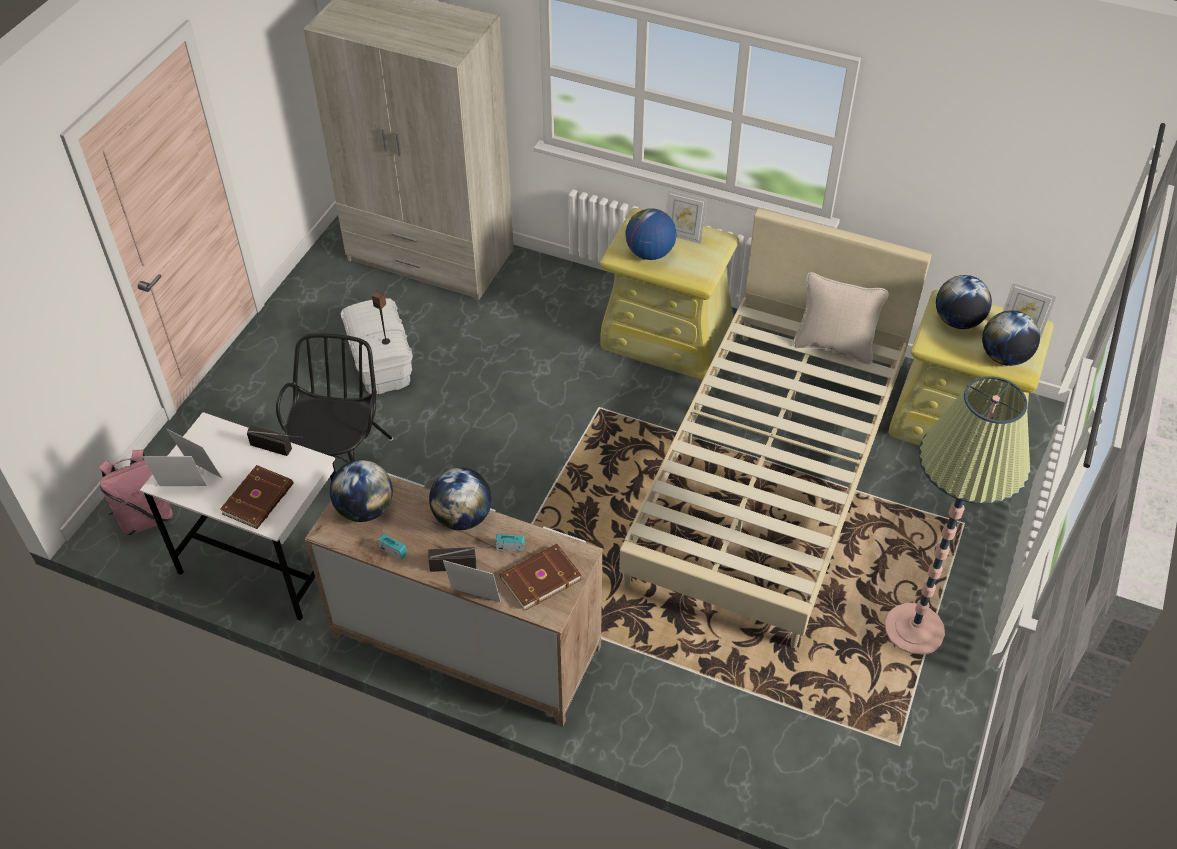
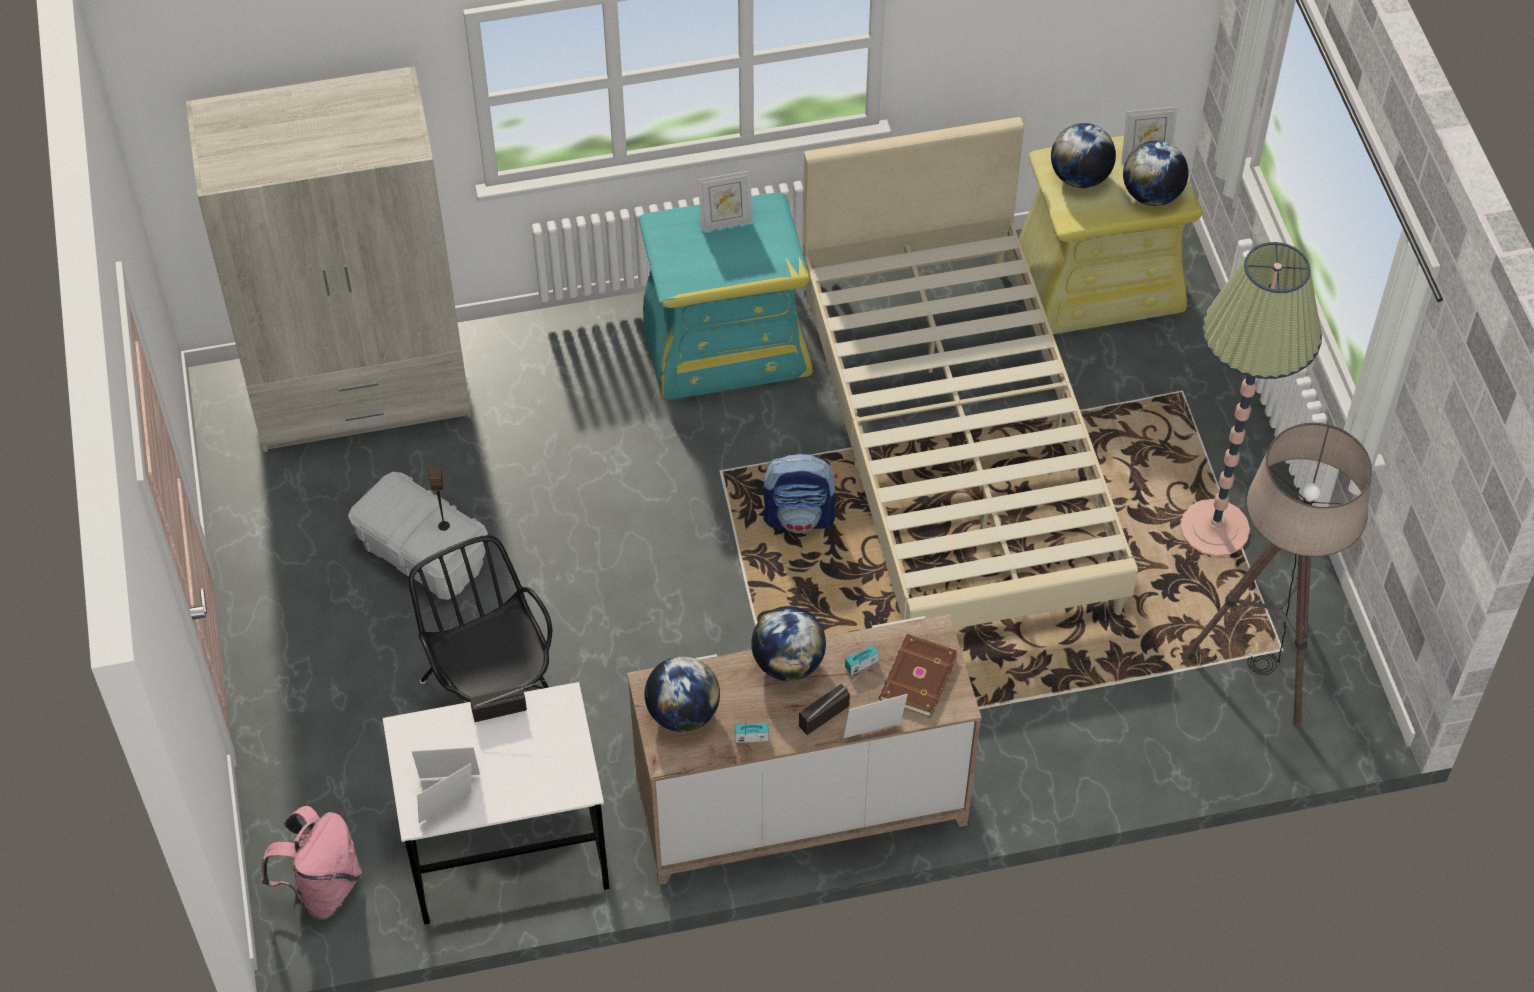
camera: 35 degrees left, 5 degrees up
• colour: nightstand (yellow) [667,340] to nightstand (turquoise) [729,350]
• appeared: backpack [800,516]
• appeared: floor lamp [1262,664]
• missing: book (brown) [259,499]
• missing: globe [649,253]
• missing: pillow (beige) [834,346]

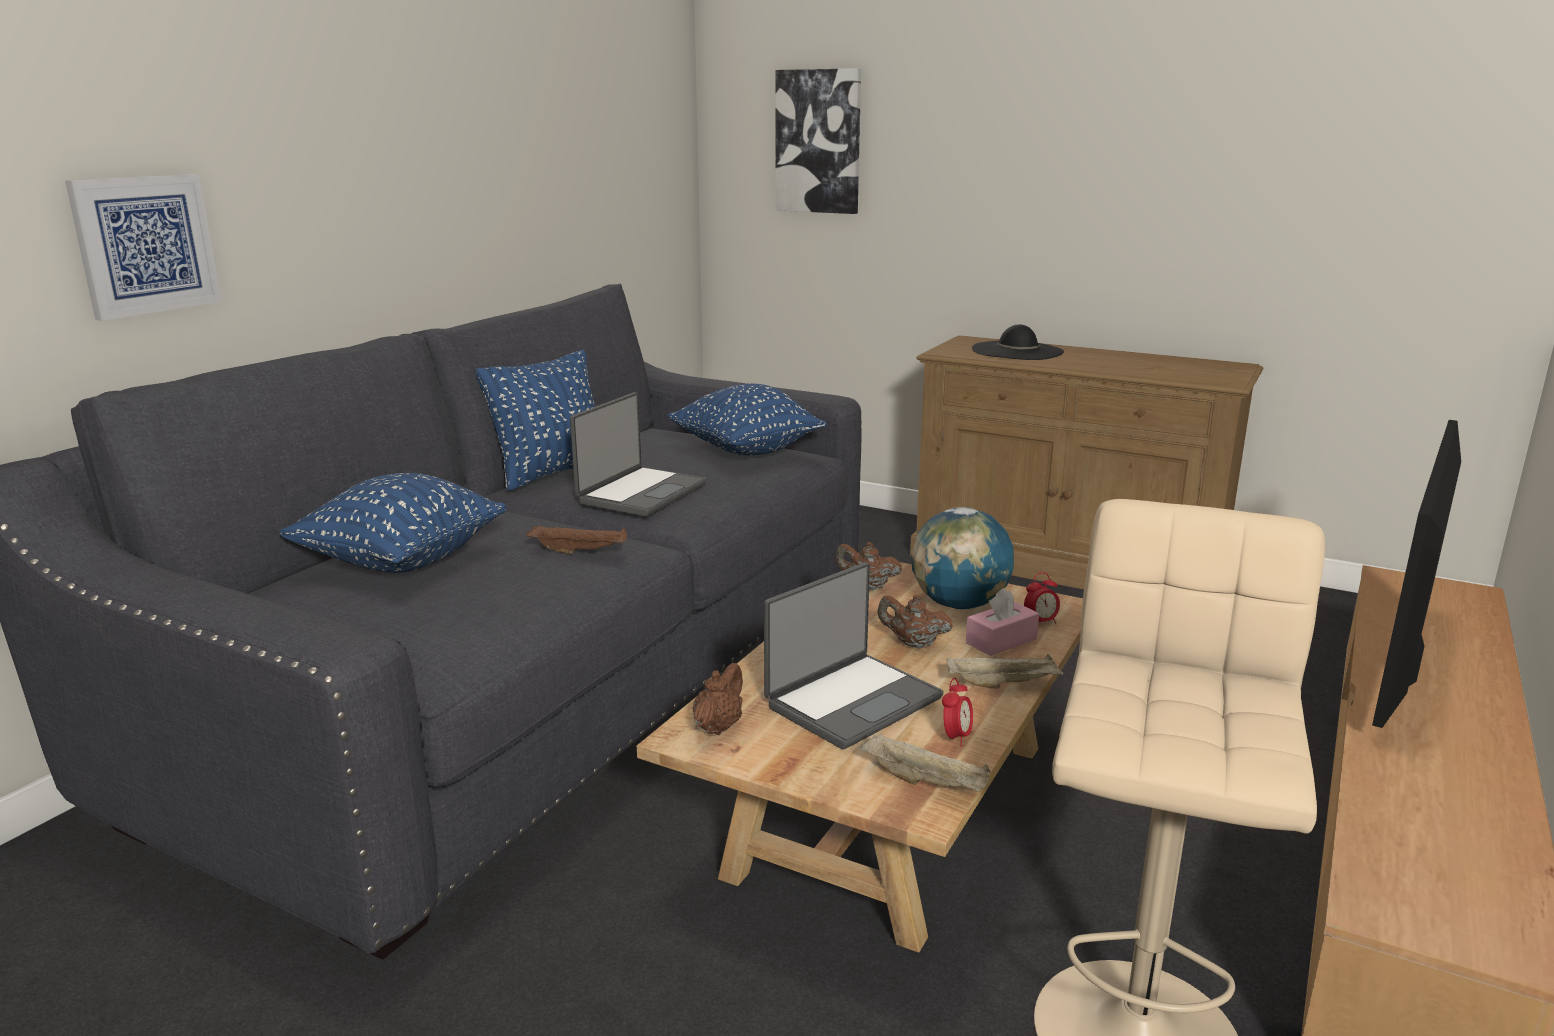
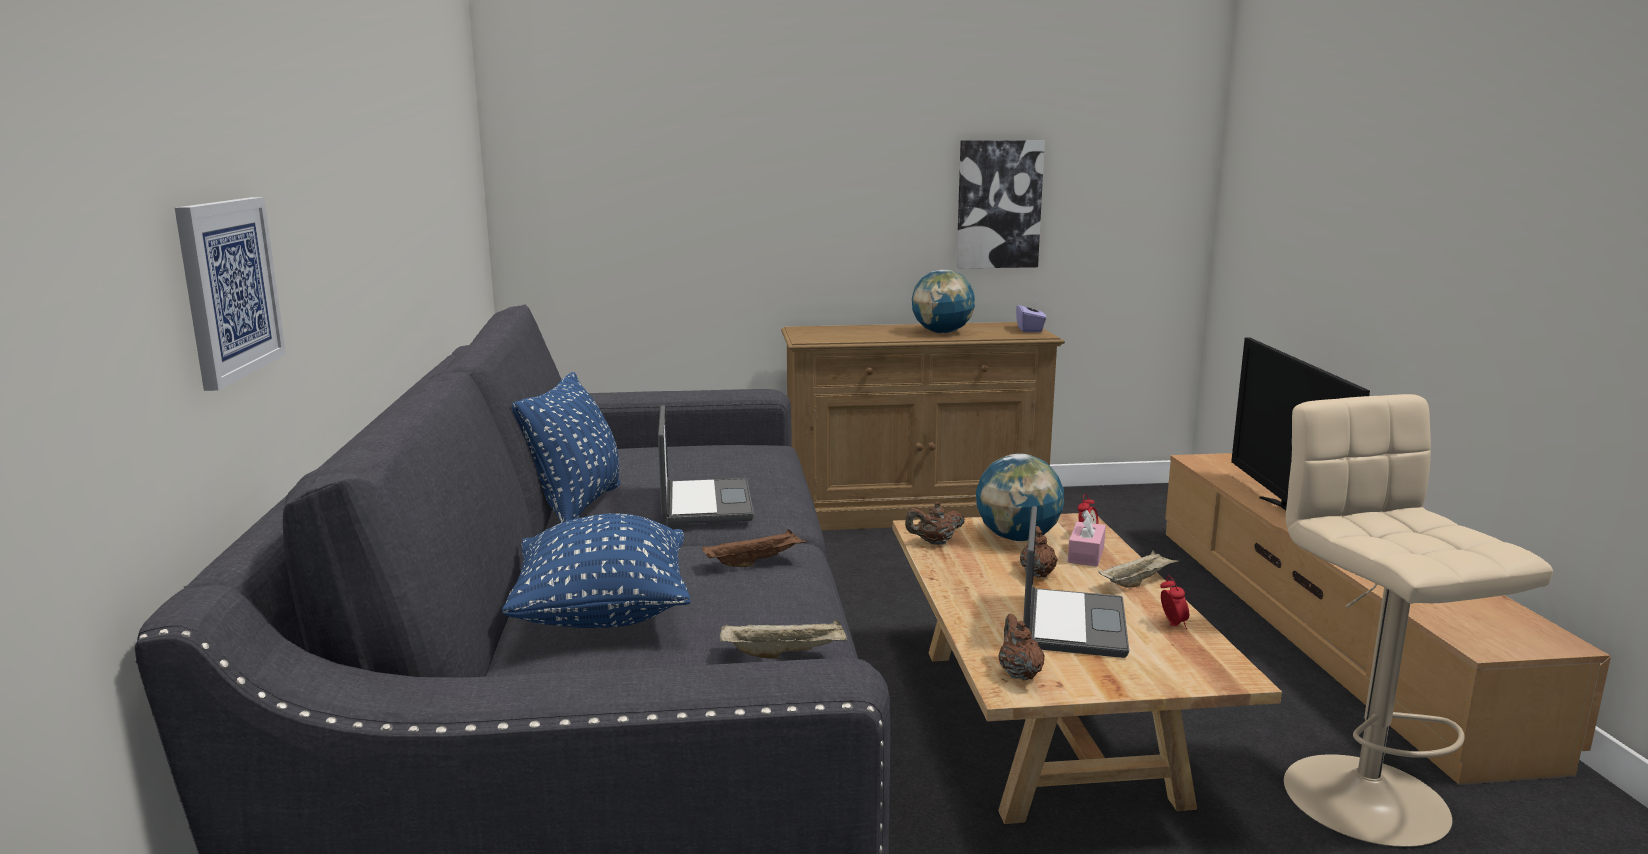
camera: 35 degrees left, 5 degrees down
• relocated: tray (beige) [926,782] to [785,654]
• appeared: globe [942,332]
• relocated: picture [818,142] to [998,204]
• appeared: tissue box (purple) [1030,329]
• spun: teapot (brown) [913,643] = [1037,573] 105 degrees clockwise
• missing: pillow (blue) [746,452]
• missing: hat (black) [1017,351]

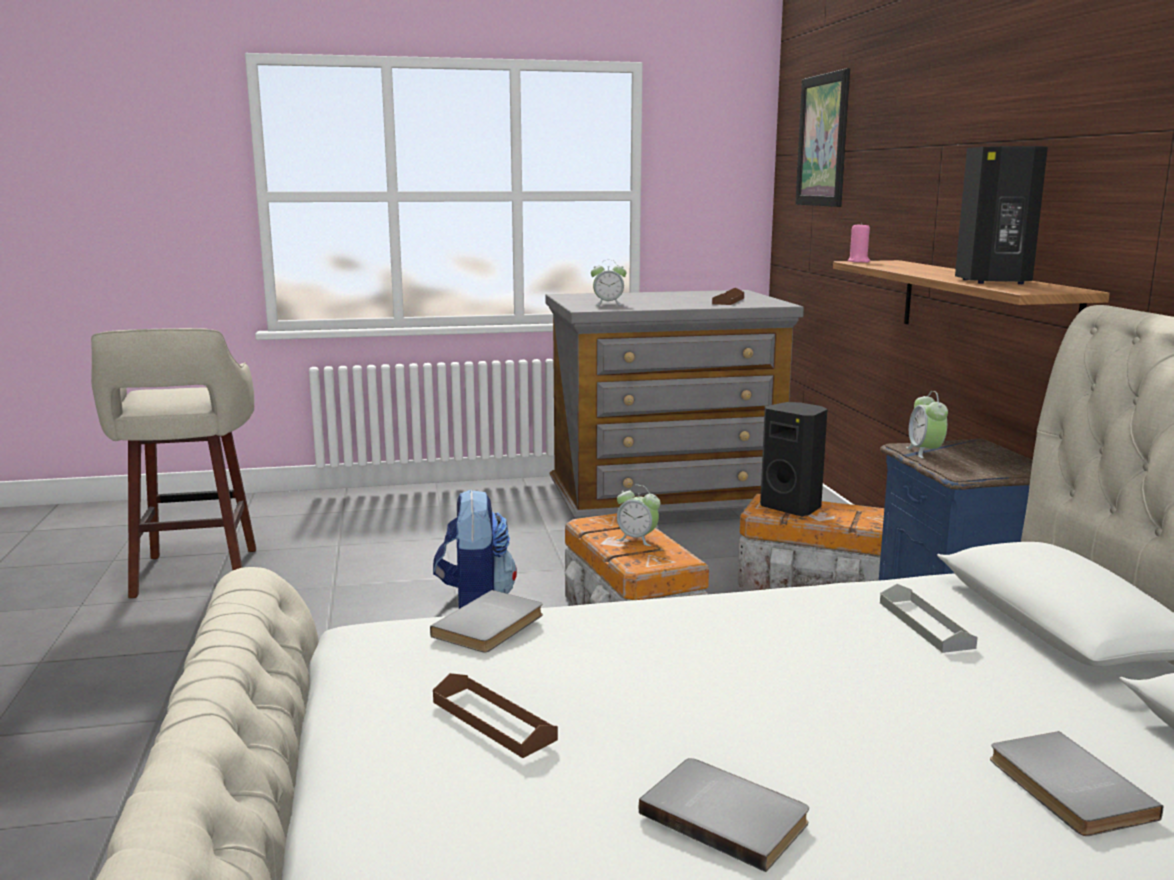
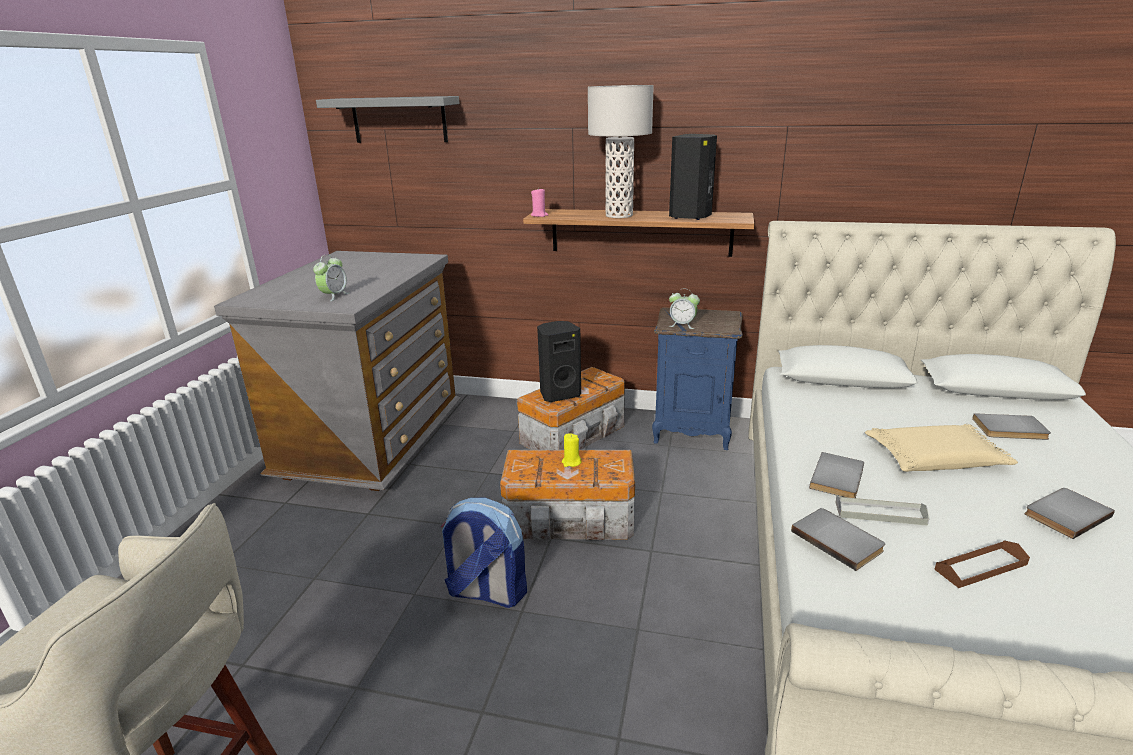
camera: 65 degrees left, 10 degrees up
• exchanged: picture [822,140] to shelf (grey) [399,120]
• exchanged: alarm clock [637,539] to candle (yellow) [571,462]
• appeared: table lamp (white) [619,215]
• appeared: book (grey) [839,478]
• relocated: tray (grey) [925,624] to [880,513]
• appeared: pillow (beige) [936,455]
• missing: tray (brown) [728,301]

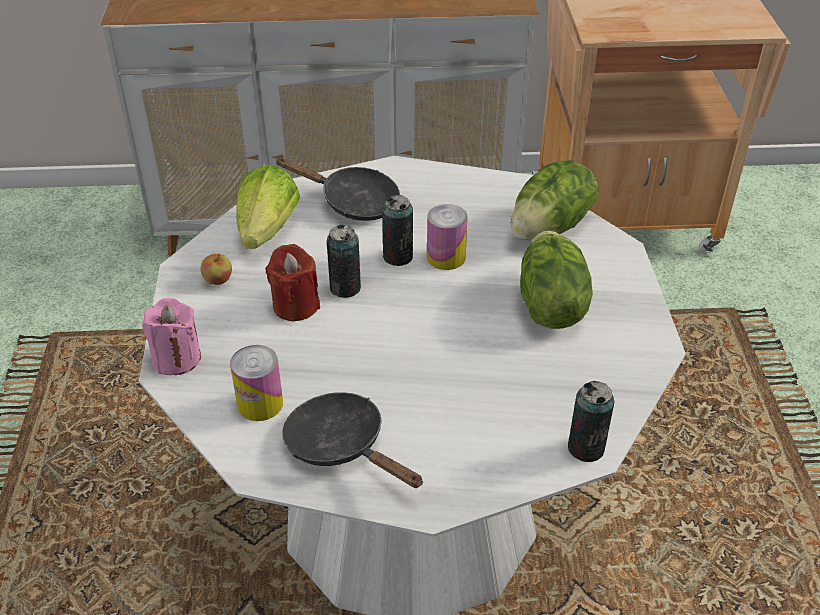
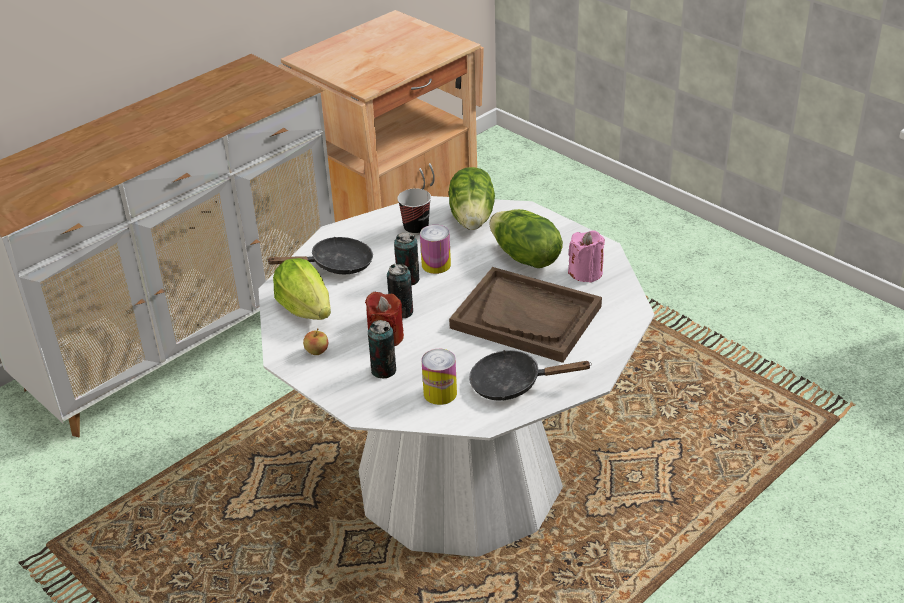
camera: 40 degrees left, 5 degrees down
• relocated: can [586,448] to [383,370]
• appeared: cup [416,228]
• appeared: tray (brown) [526,317]
• relocated: candle (pink) [176,358] to [586,273]

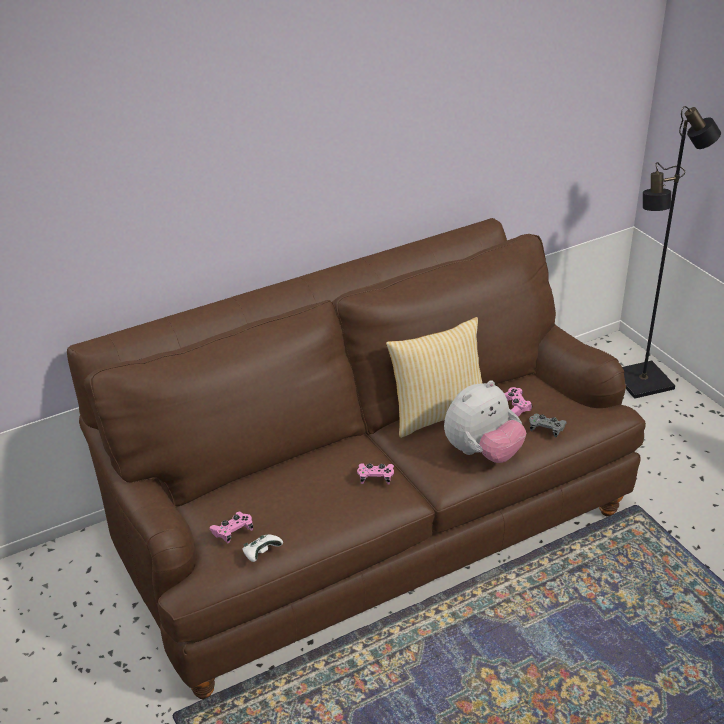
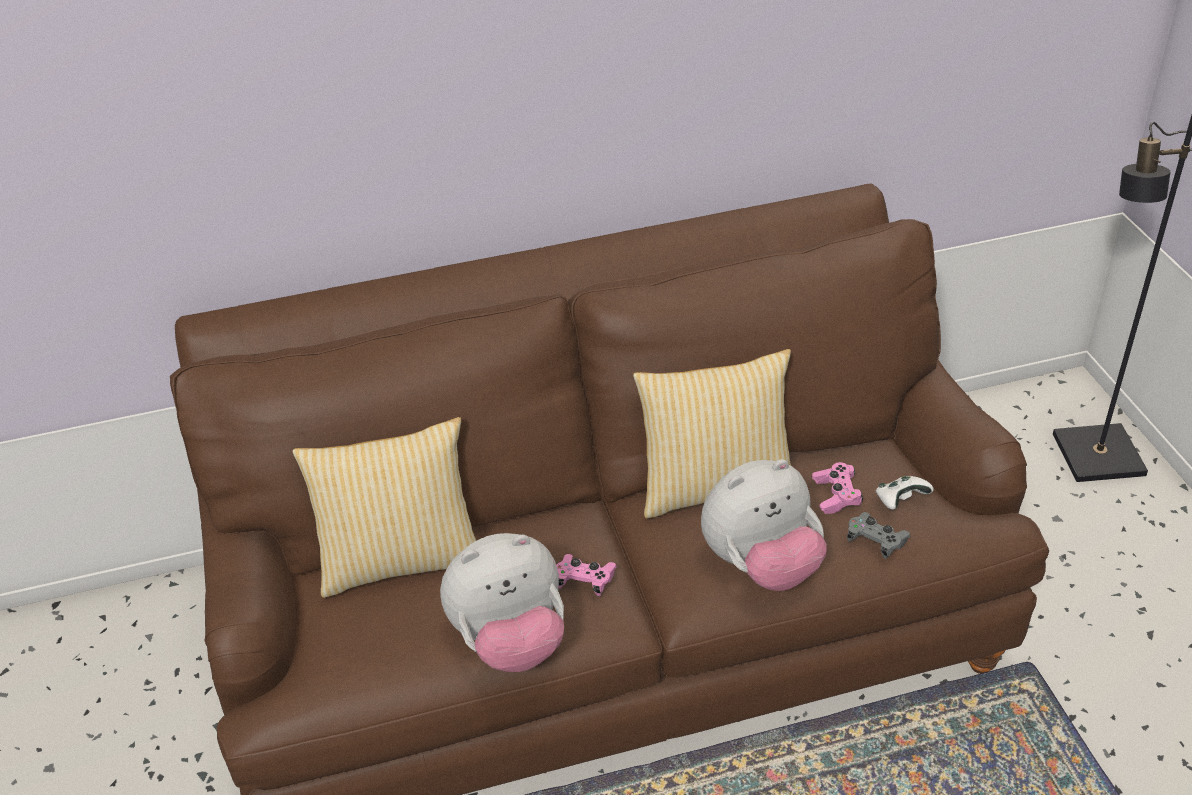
camera: 15 degrees right, 5 degrees up
• appeared: pillow [401,560]
• appeared: plush toy [511,641]
• relocated: game controller (white) [261,554] to [900,501]
• missing: game controller (pink) [233,532]

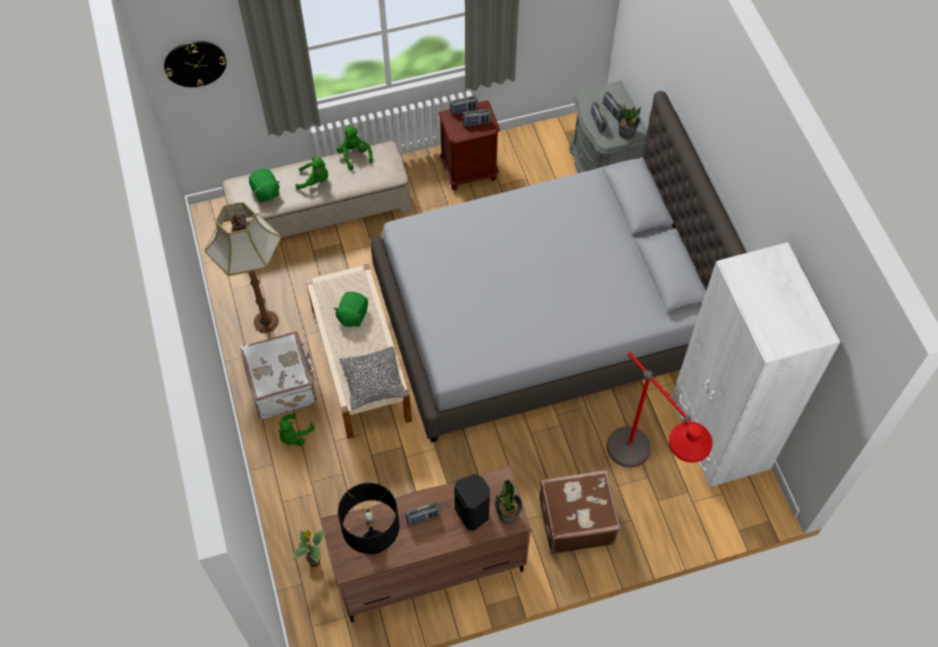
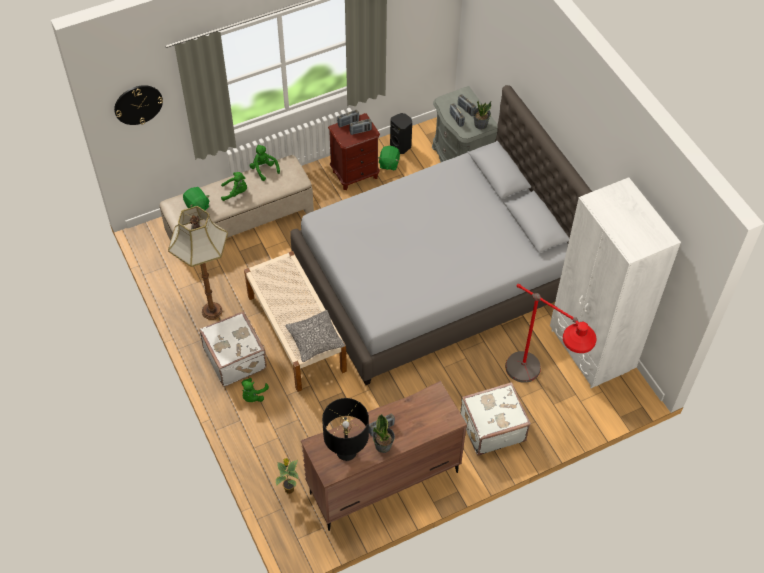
camera: 10 degrees left, 5 degrees down
• relocated: potted plant [508,514] to [383,445]
• relocated: plush toy (green) [352,315] to [388,164]
• relocated: speaker (black) [473,513] to [401,146]
• colour: suitcase (brown) [575,520] to suitcase (white) [491,427]

